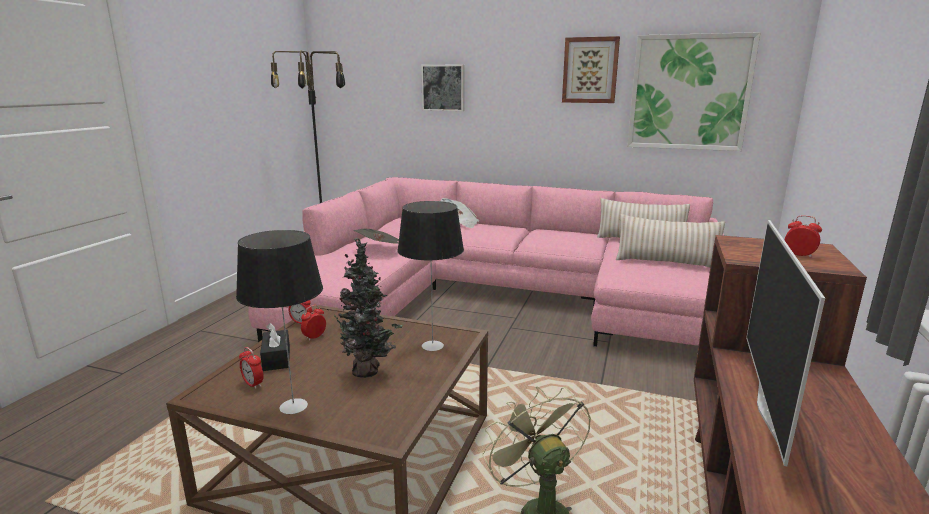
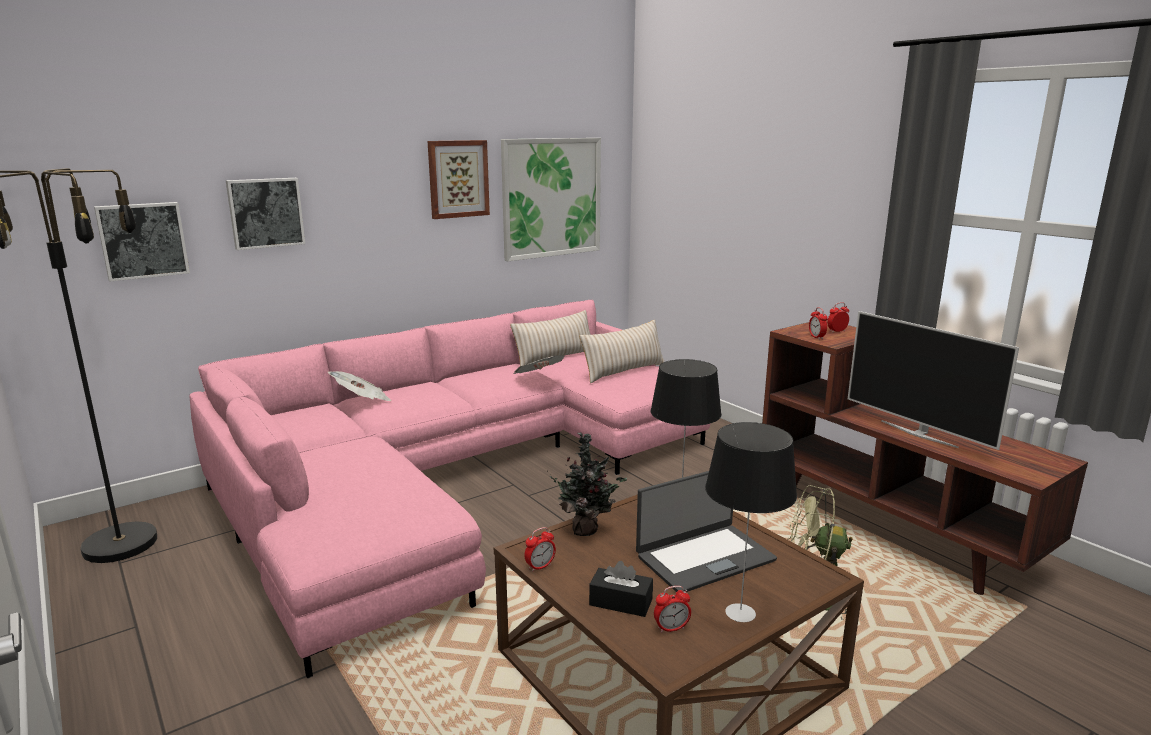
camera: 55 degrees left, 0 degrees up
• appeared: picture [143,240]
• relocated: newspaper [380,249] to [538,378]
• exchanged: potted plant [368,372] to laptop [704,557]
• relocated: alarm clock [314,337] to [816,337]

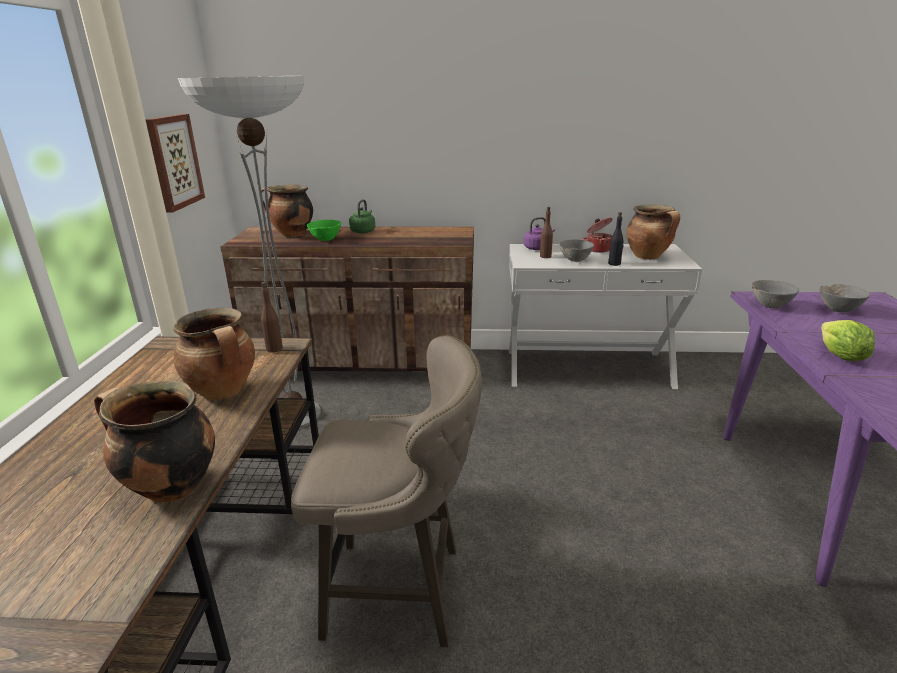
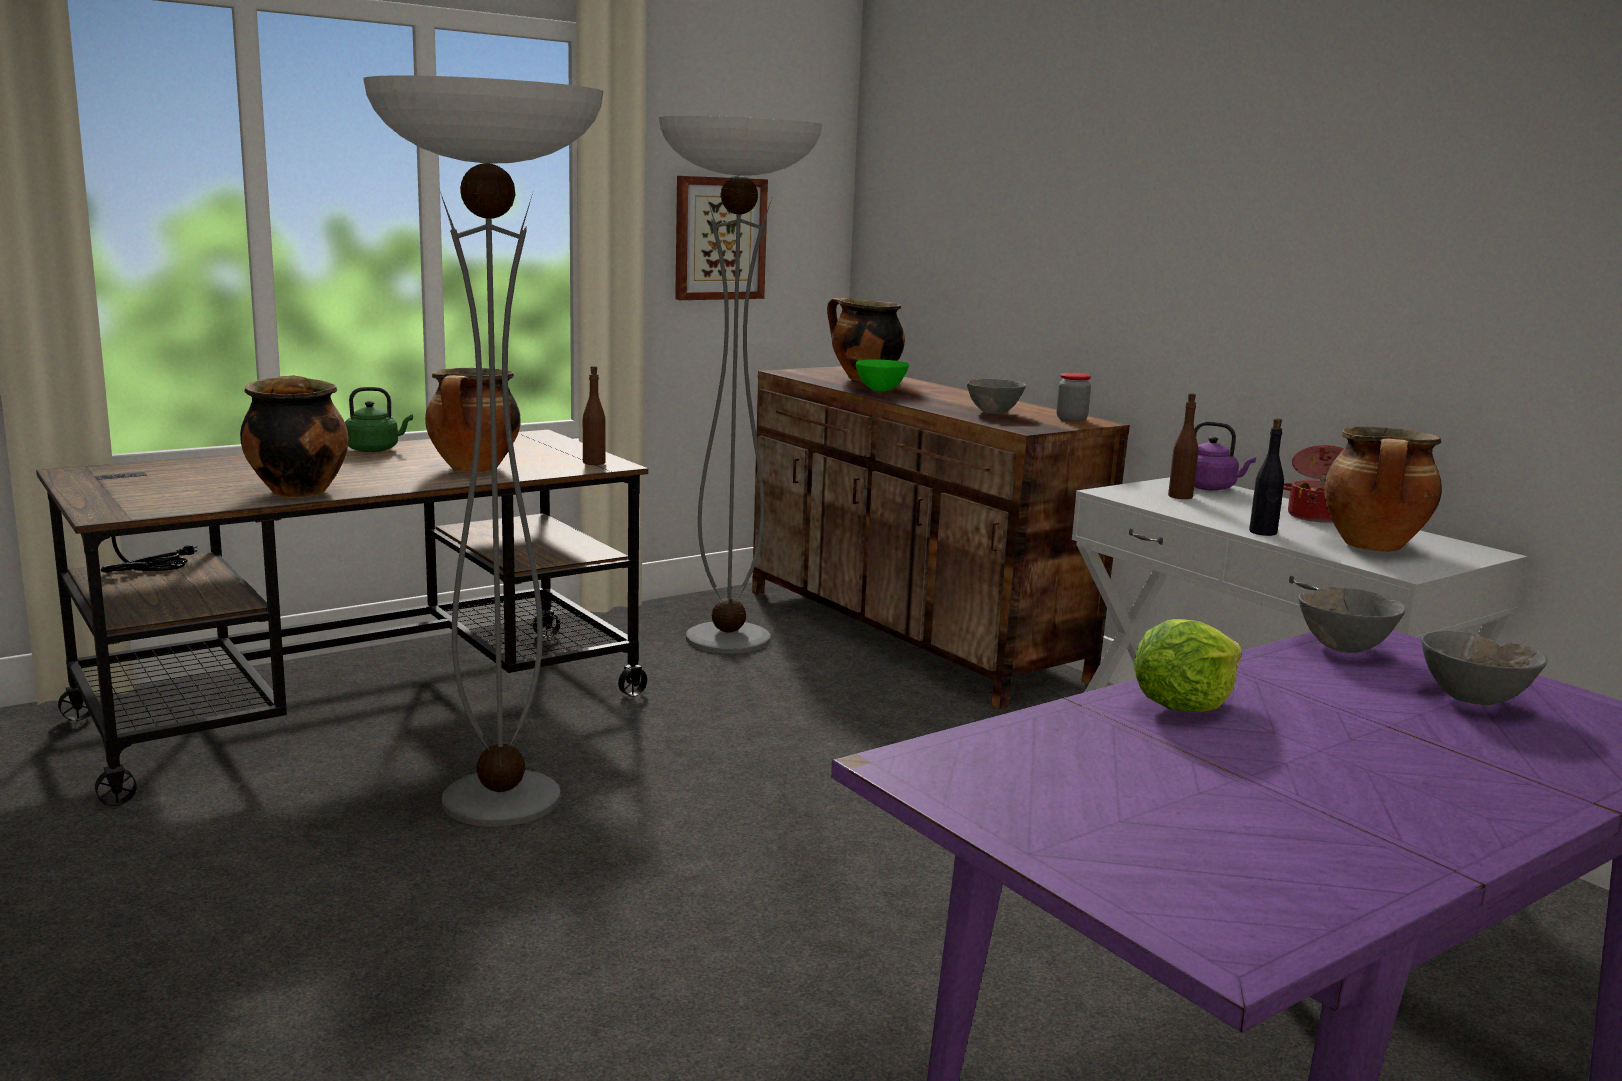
camera: 50 degrees right, 10 degrees down
• relocated: kettle (green) [363,231] to [375,449]
• exchanged: stool (beige) [401,591] to floor lamp [501,799]
• relocated: bowl (grey) [575,260] to [993,412]
• appeared: jar [1071,420]

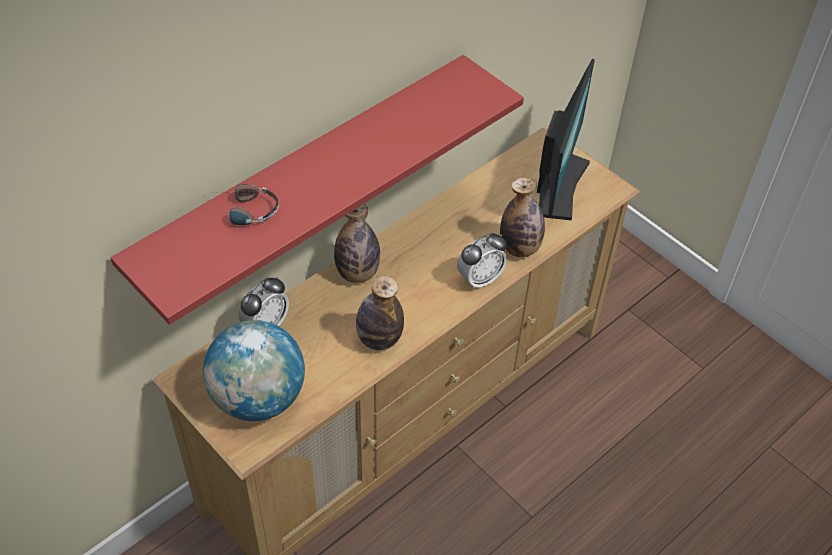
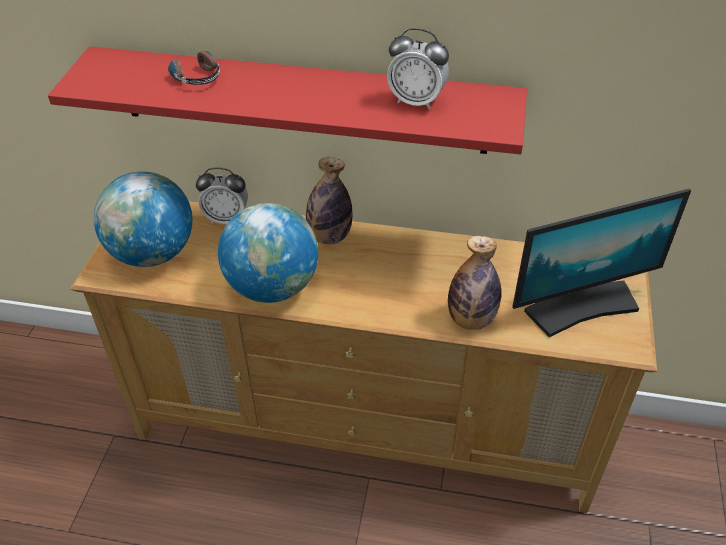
camera: 55 degrees right, 5 degrees down
• exchanged: bottle [379,339] to globe [273,286]
• relocated: alarm clock [480,279] to [416,101]

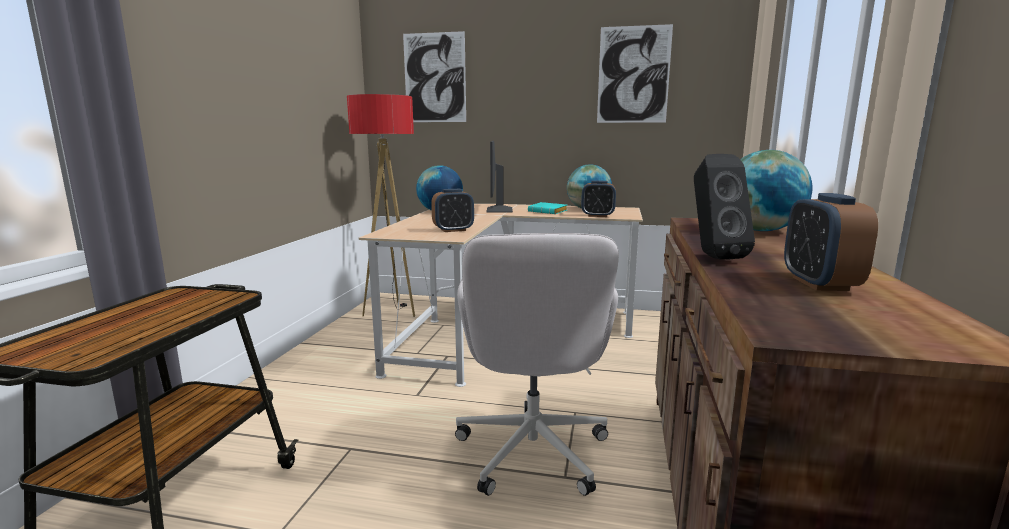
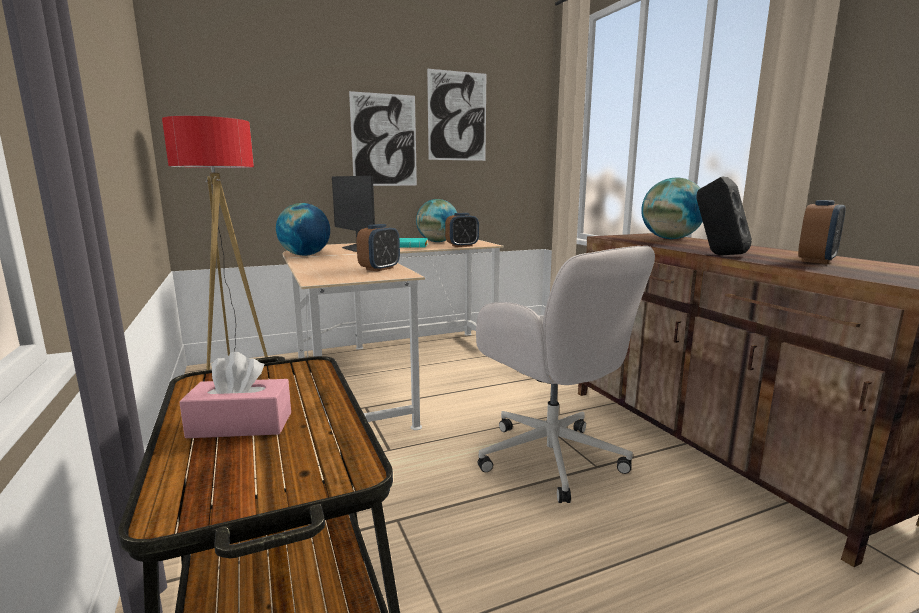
camera: 35 degrees left, 0 degrees up
• appeared: tissue box (pink) [240,425]
• relocated: picture [435,78] to [384,140]
• spun: alarm clock [819,283] = [817,260] 105 degrees counterclockwise

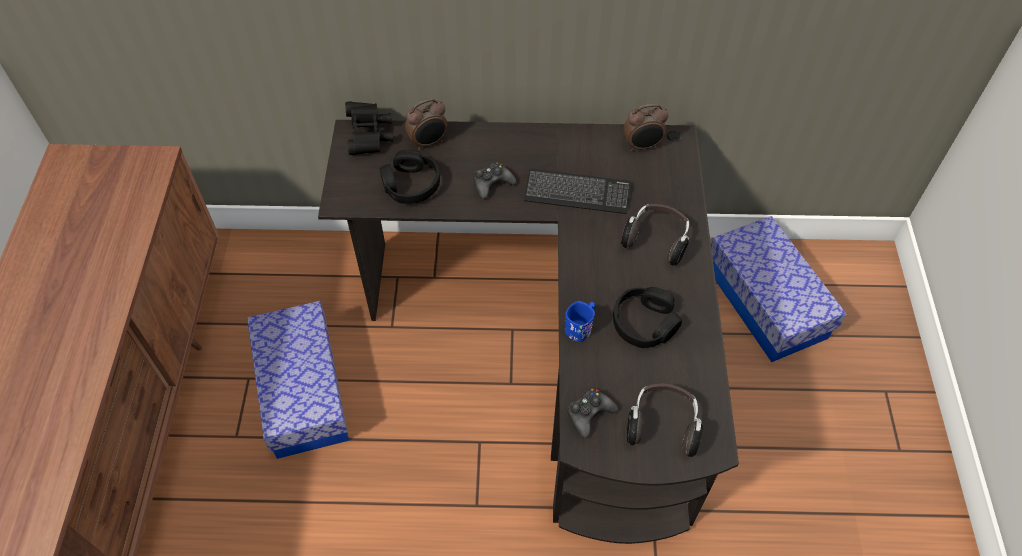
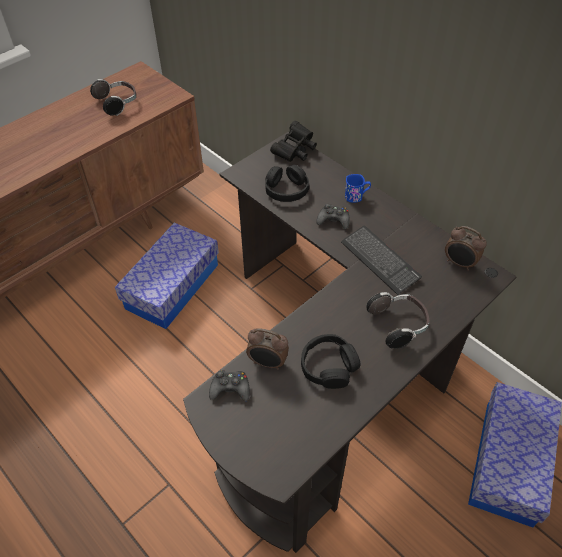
camera: 45 degrees right, 5 degrees down
• relocated: headphones [663,425] to [117,103]
• relocated: alarm clock [429,142] to [267,363]
• relocated: mug (blue) [581,327] to [356,196]

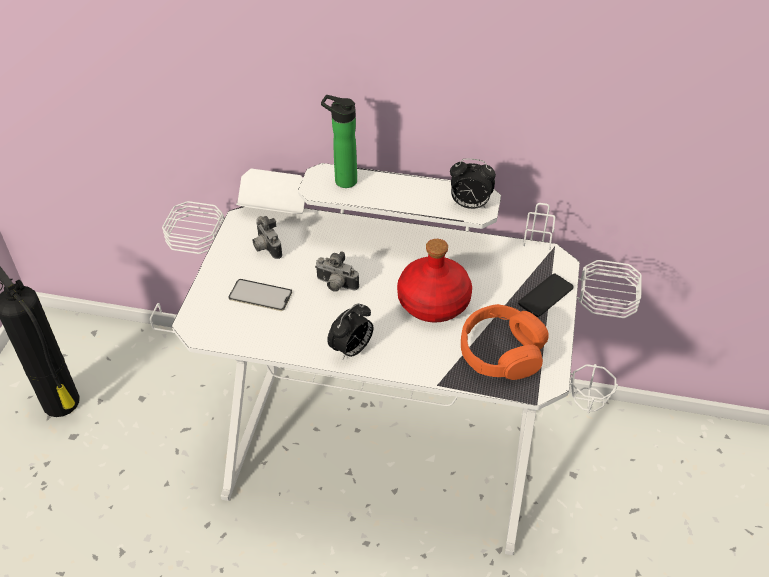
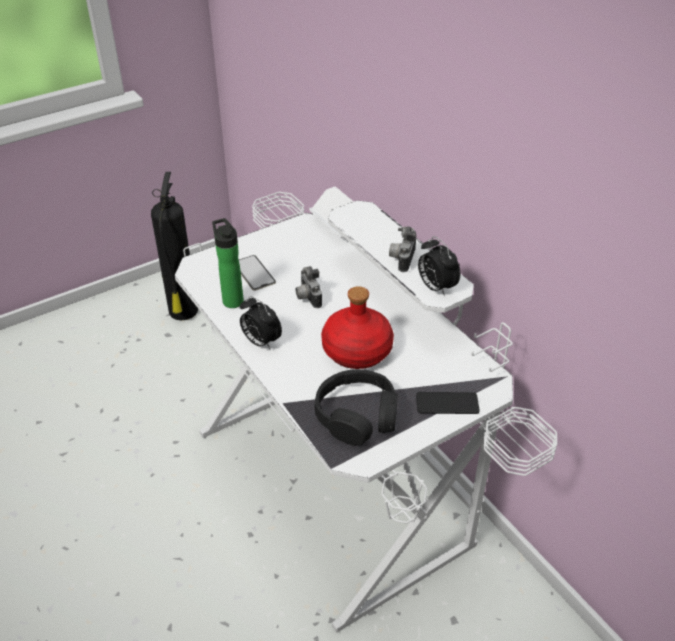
camera: 45 degrees right, 5 degrees down
• relocated: bottle [342,180] to [232,299]
• spun: alarm clock [351,350] = [260,342] 45 degrees clockwise
• colour: headphones (orange) [501,352] to headphones (black) [357,415]
• relocated: photo camera [266,247] to [402,259]

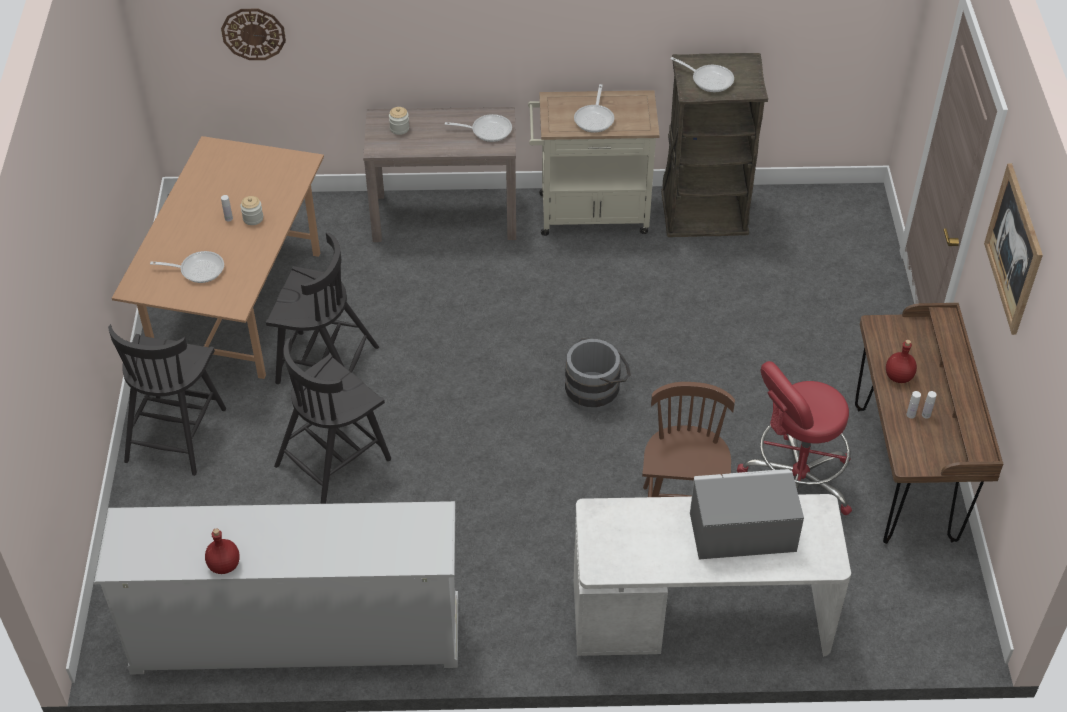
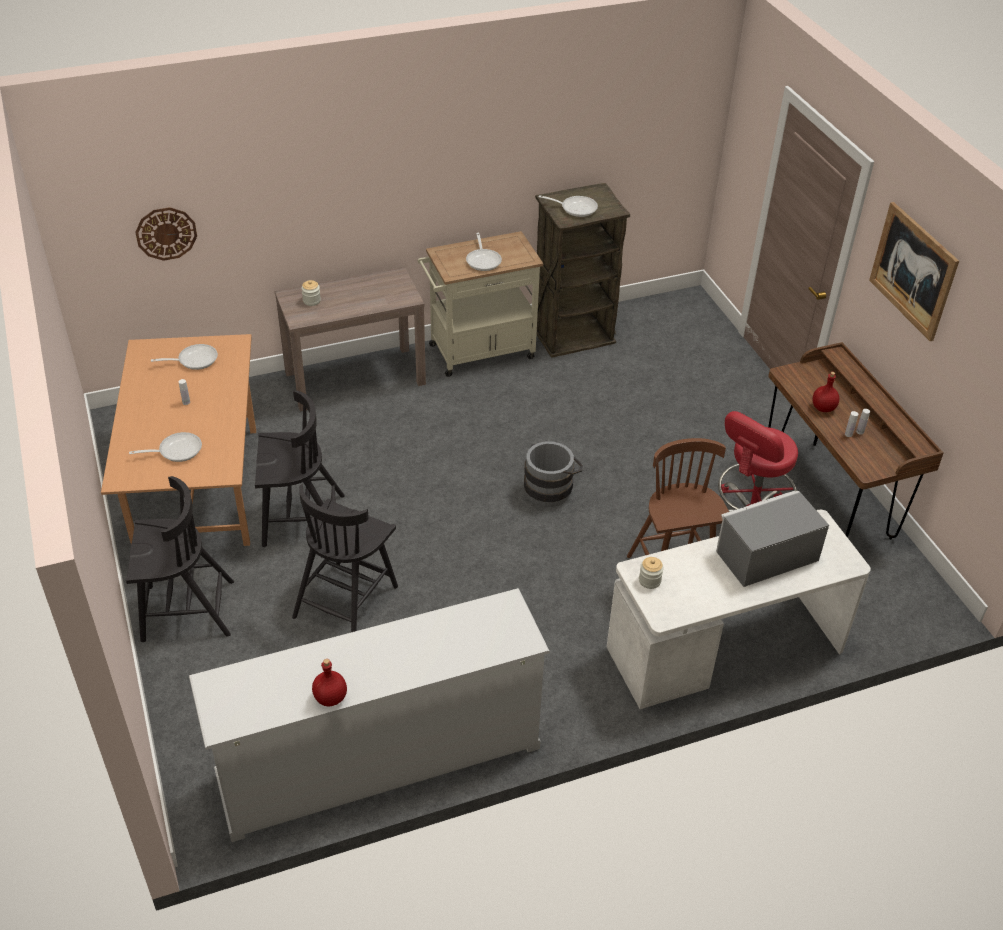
camera: 20 degrees left, 5 degrees down
• spun: chair (black) [177,432] = [185,611] 90 degrees counterclockwise
• relocated: frying pan [487,130] to [194,360]
• relocated: jar [253,218] to [649,580]

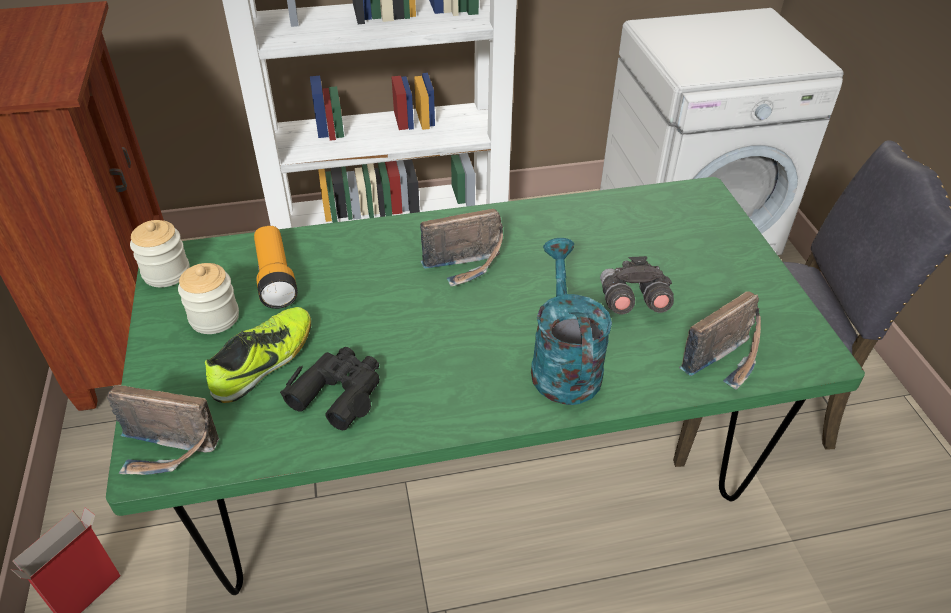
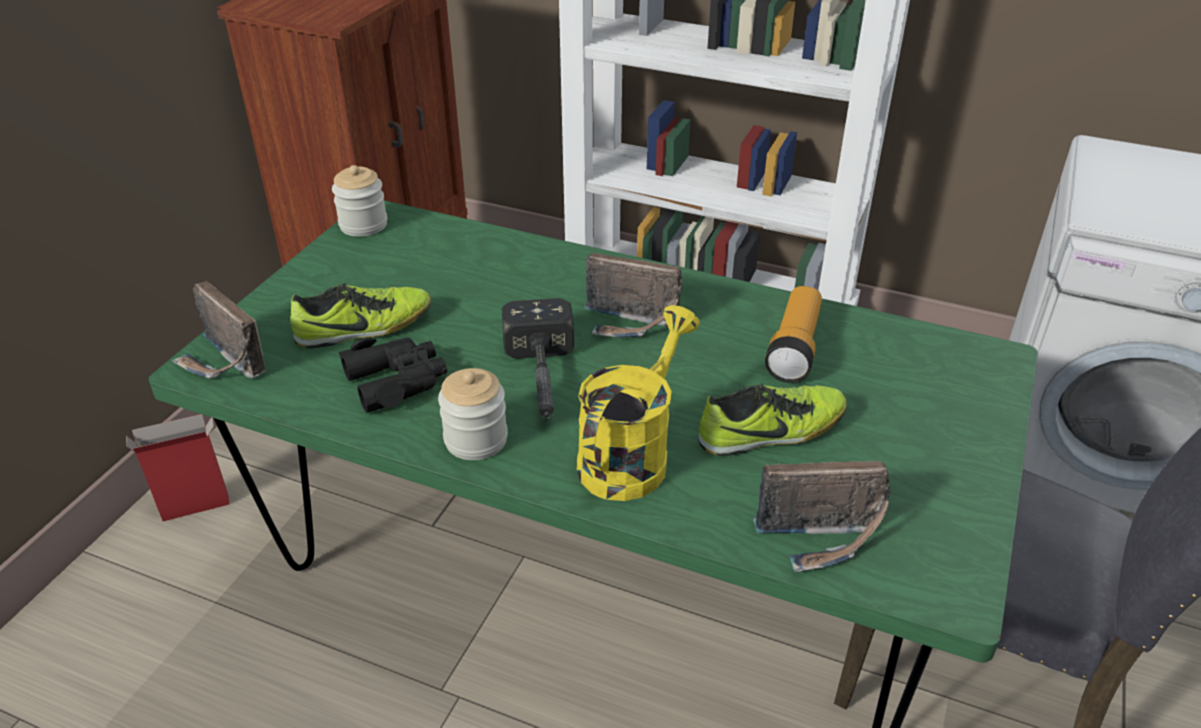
camera: 35 degrees right, 5 degrees down
• relocated: jar [214,318] to [476,439]
• appeared: hammer [542,382]
• colour: watering can (turquoise) [563,363] to watering can (yellow) [631,454]
• exchanged: binoculars (grey) [631,302] to shoe [772,432]
• relocated: flashlight [276,278] to [794,348]

